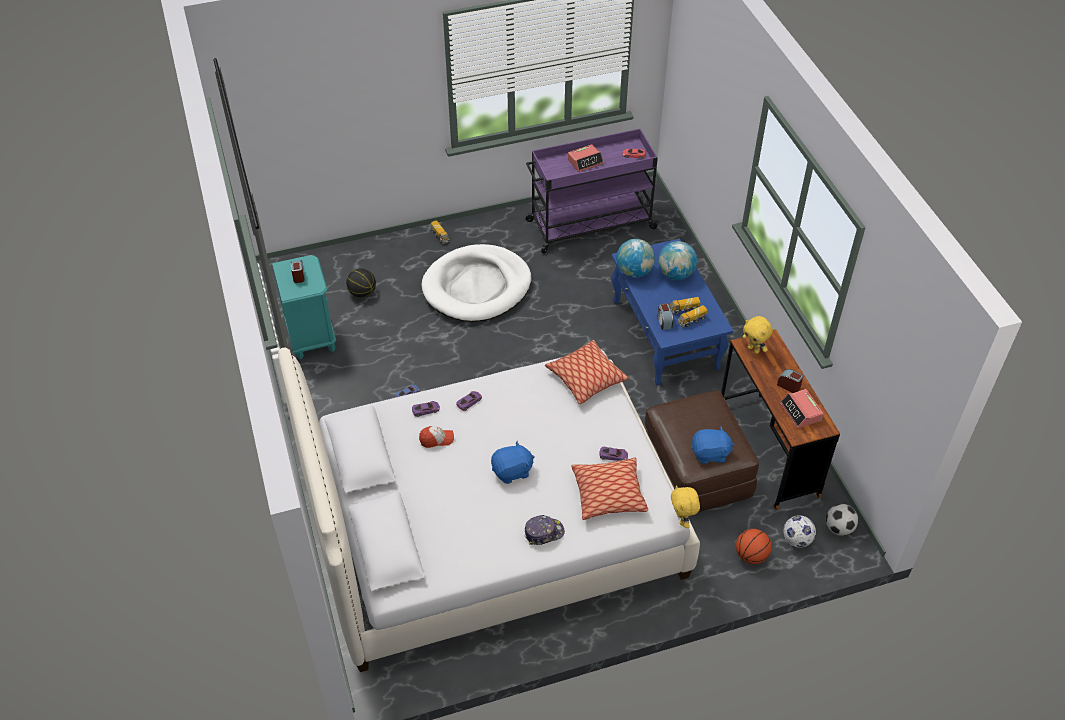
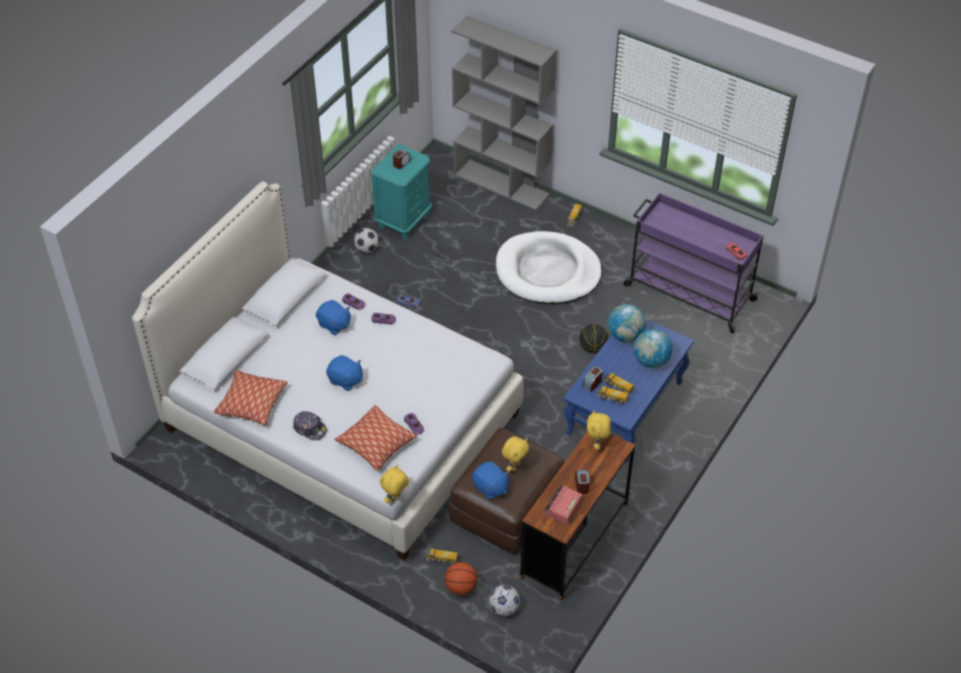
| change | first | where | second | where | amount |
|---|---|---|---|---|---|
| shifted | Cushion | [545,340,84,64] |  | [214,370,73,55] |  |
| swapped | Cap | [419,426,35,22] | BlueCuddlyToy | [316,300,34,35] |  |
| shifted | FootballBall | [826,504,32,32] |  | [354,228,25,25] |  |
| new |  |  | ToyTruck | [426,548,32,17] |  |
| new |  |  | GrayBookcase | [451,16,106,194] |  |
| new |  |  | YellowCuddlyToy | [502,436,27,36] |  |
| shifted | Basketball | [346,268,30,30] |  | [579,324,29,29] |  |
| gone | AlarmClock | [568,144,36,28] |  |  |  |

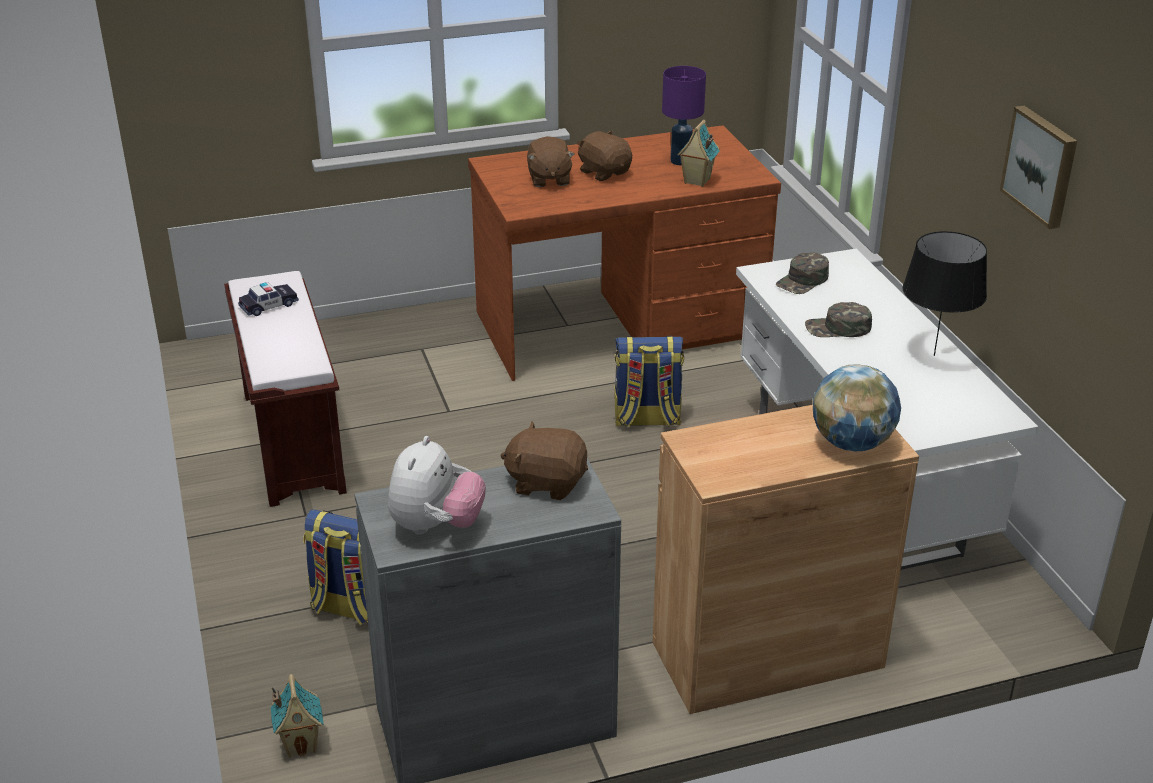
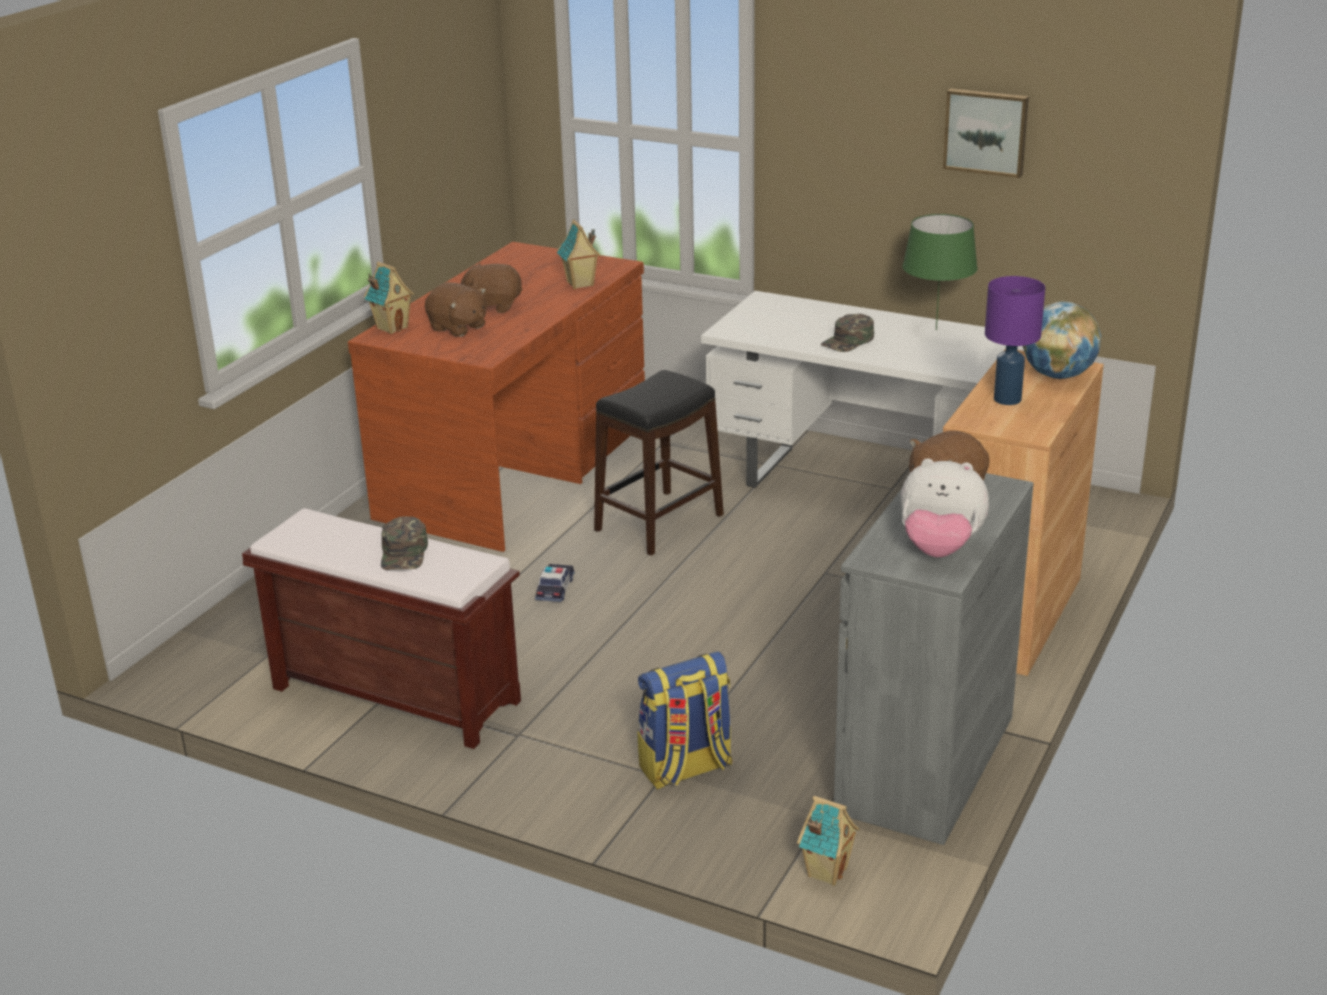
| change | first | where | second | where | amount |
|---|---|---|---|---|---|
| new |  |  | ToyHouse | [364,262,50,72] |  |
| shifted | GreenColouredCap | [776,253,53,41] |  | [381,516,47,54] |  |
| shifted | MiniatureCar | [238,282,61,34] |  | [535,564,40,38] |  |
| swapped | Knapsack | [614,336,70,91] | BlackishSittingStool | [594,370,130,186] |  |
| rotated | CuddlyToy | [388,436,98,99] |  | [900,458,89,99] | 135 degrees clockwise |
| repainted | BlackishTabletopLamp | [902,231,85,125] | GreenColouredTabletopLamp | [902,214,76,116] |  |
| shifted | PurplishTabletopLamp | [662,66,44,99] |  | [985,276,60,129] |  |

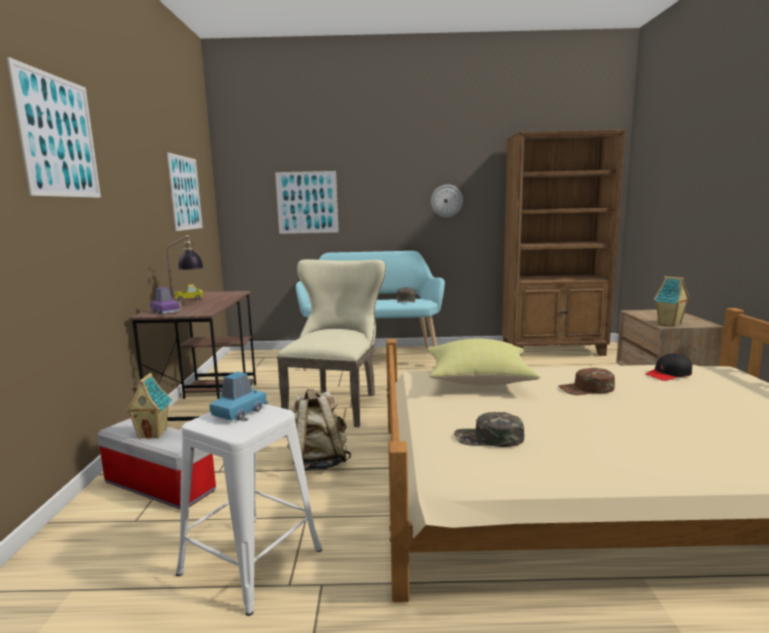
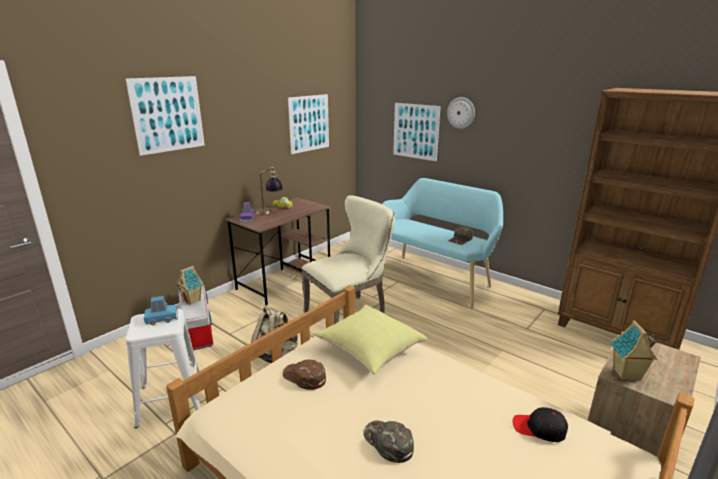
| change | first | where | second | where | amount |
|---|---|---|---|---|---|
| shifted | BrownColouredCap | [558,368,57,27] |  | [282,359,44,31] |  |
| shifted | GreenColouredCap | [454,412,70,35] |  | [363,421,51,42] |  |
| shifted | WallClock | [431,184,32,34] |  | [447,97,28,32] |  |

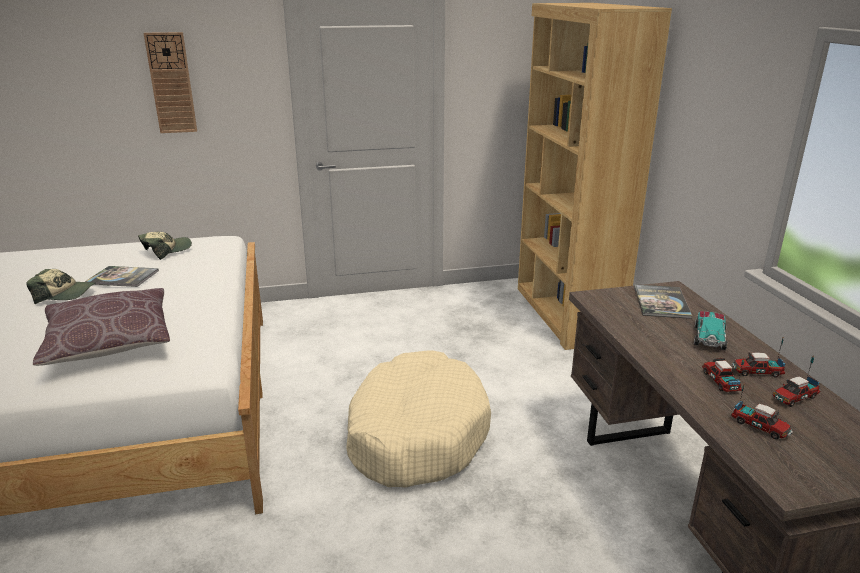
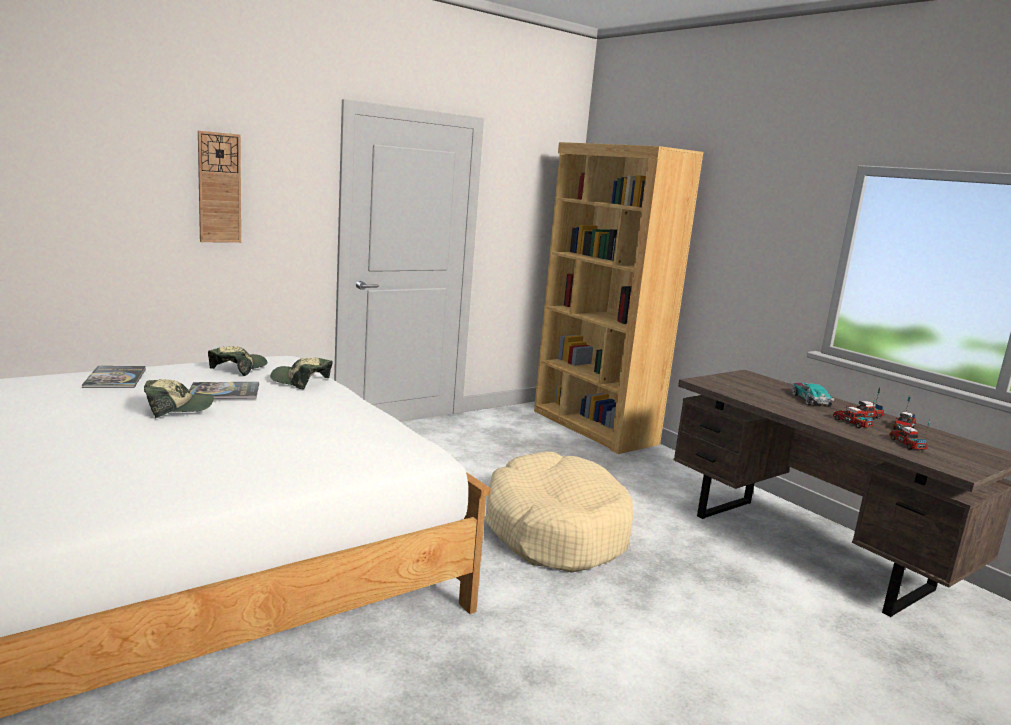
| change | first | where | second | where | amount |
|---|---|---|---|---|---|
| shifted | BoundBook | [634,285,58,34] |  | [82,366,64,22] |  |
| new |  |  | Cap | [270,358,62,31] |  |
| rotated | ToyTruck | [731,386,62,53] |  | [889,419,41,31] | 120 degrees counterclockwise |
| gone | BrownColouredCushion | [33,288,137,78] |  |  |  |

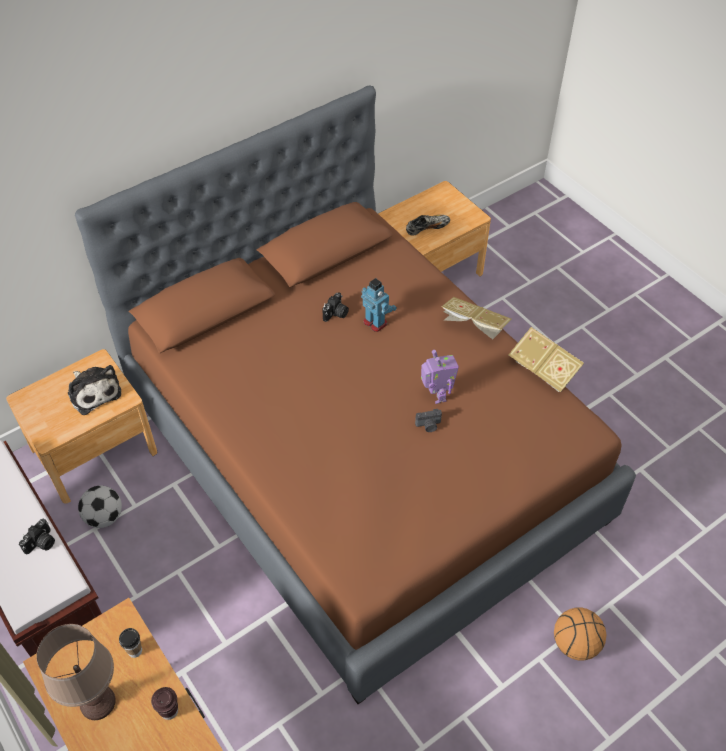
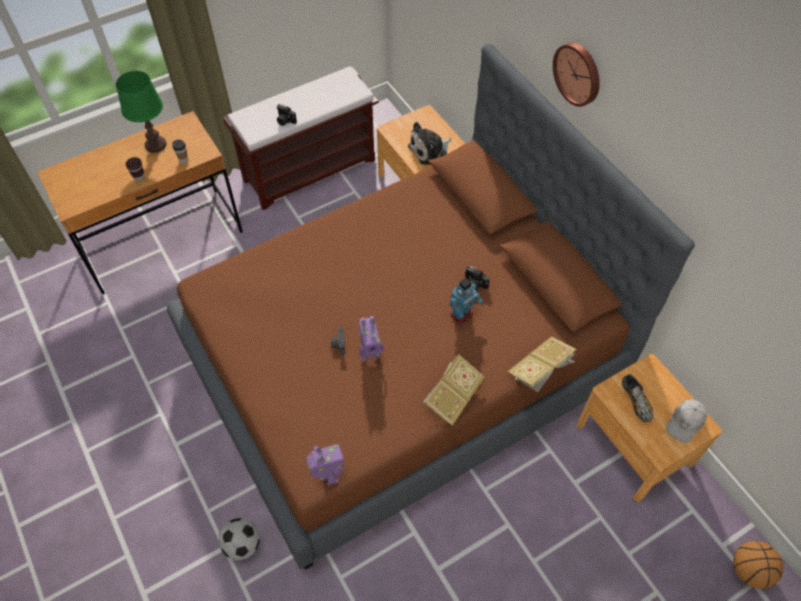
| change | first | where | second | where | amount |
|---|---|---|---|---|---|
| repainted | BrownColouredTabletopLamp | [37,624,79,96] | GreenColouredTabletopLamp | [116,71,51,82] |  |
| shifted | FootballBall | [78,485,44,43] |  | [219,518,41,42] |  |
| new |  |  | ToyRobot | [306,444,38,42] |  |
| shifted | BoundBook | [509,327,75,65] |  | [508,336,69,56] |  |
| new |  |  | WallClock | [553,42,47,65] |  |
| new |  |  | WhiteColouredCap | [666,400,41,43] |  |
| shifted | Basketball | [554,607,52,53] |  | [733,541,51,48] |  |

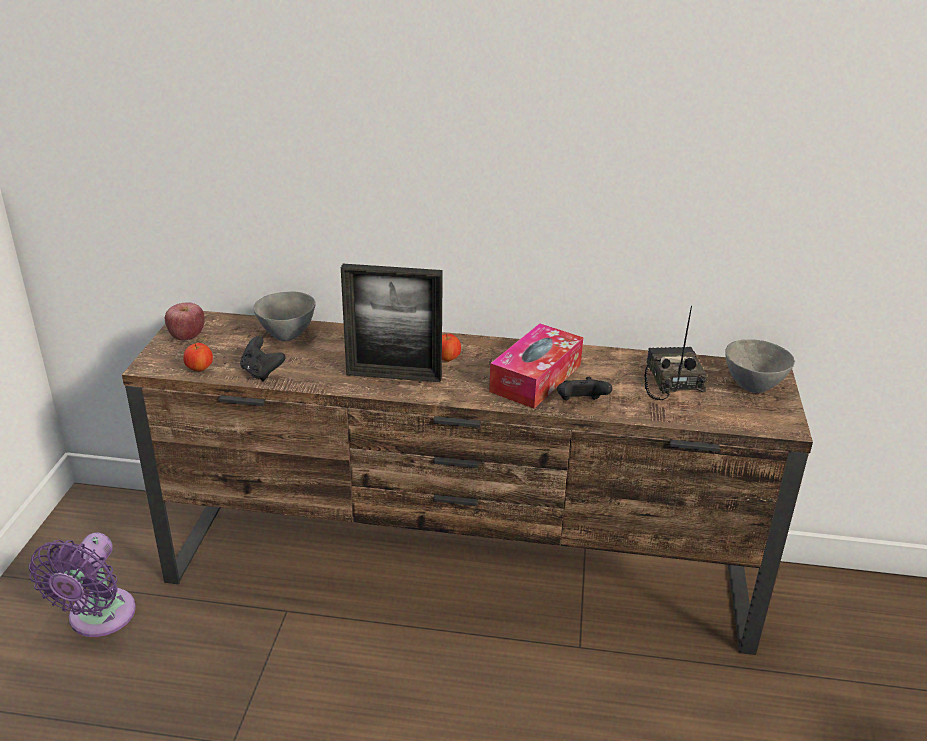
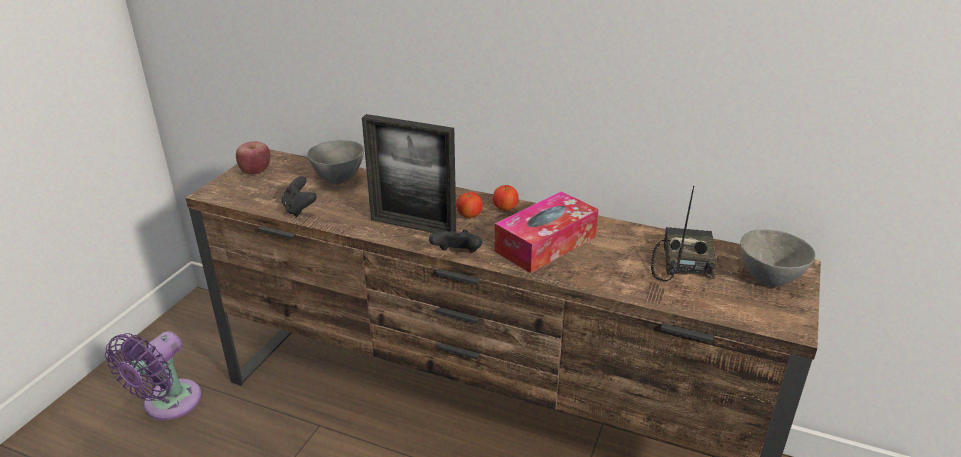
| change | first | where | second | where | amount |
|---|---|---|---|---|---|
| shifted | BlackishGamepad | [557,377,55,24] |  | [429,230,53,23] |  |
| shifted | Apple | [183,343,30,29] |  | [493,185,26,26] |  |

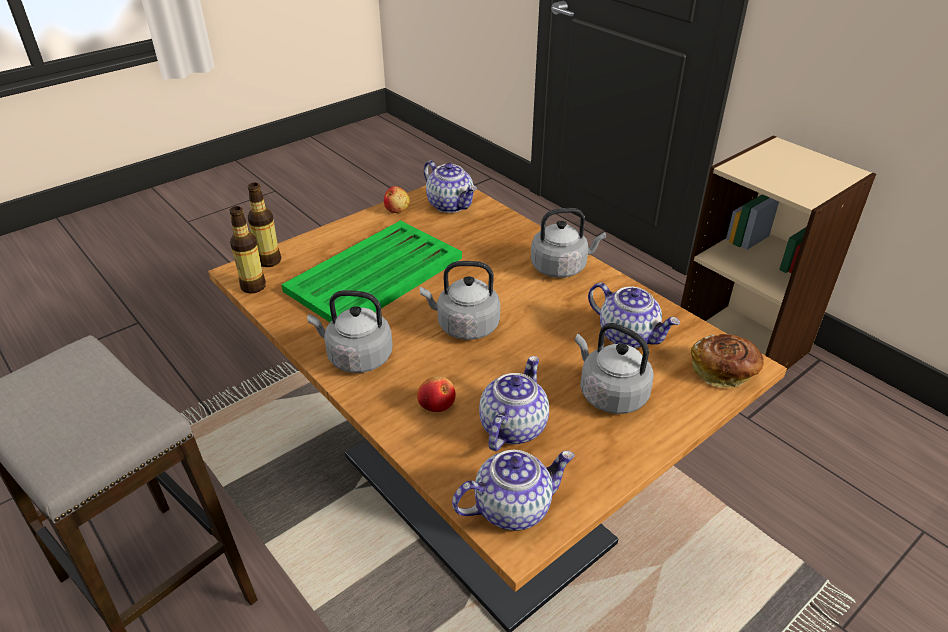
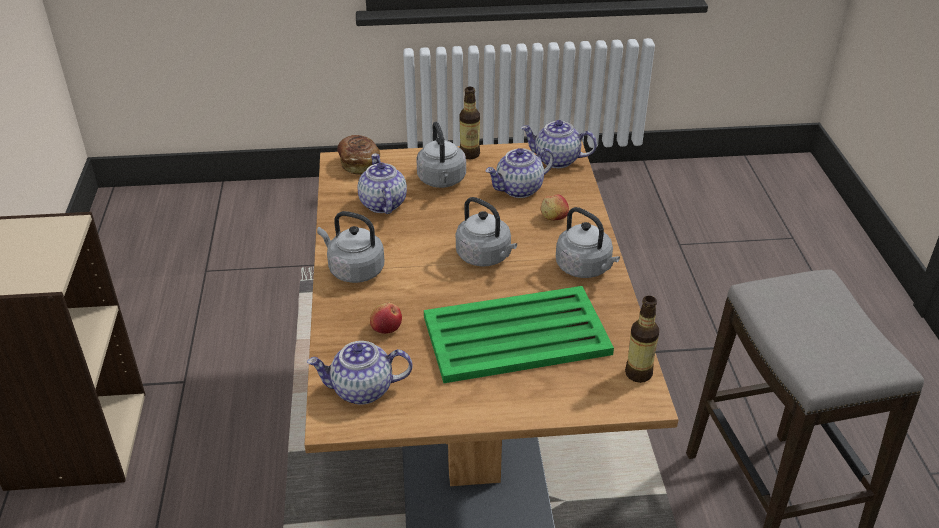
| change | first | where | second | where | amount |
|---|---|---|---|---|---|
| rotated | TeaPot | [424,161,53,52] |  | [307,341,106,64] | 90 degrees counterclockwise |
| shifted | Apple | [384,186,26,27] |  | [370,303,32,31] |  |
| shifted | Bottle | [248,183,33,84] |  | [459,87,21,72] |  |

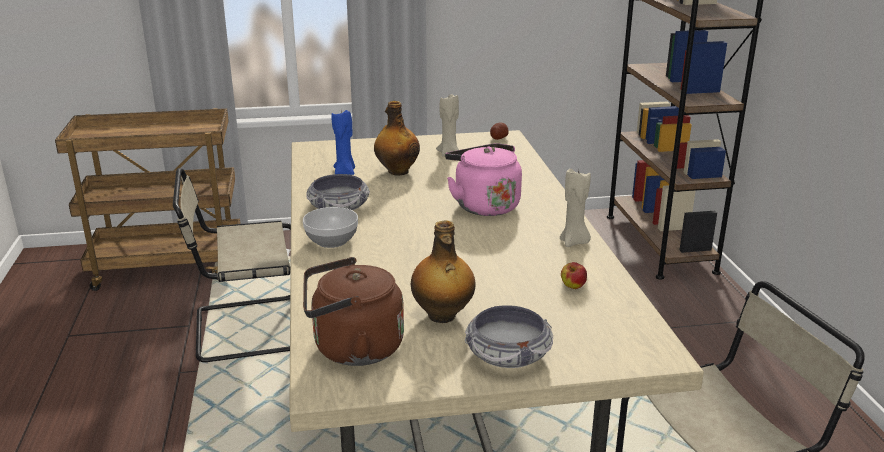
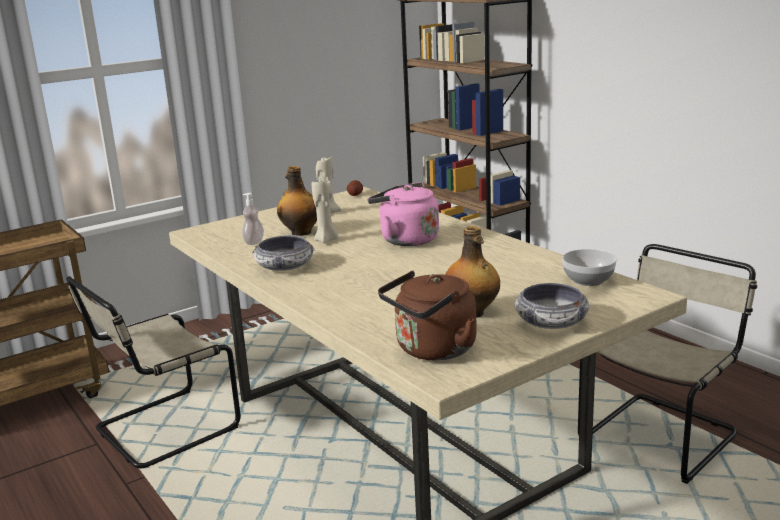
| change | first | where | second | where | amount |
|---|---|---|---|---|---|
| swapped | BlueCandle | [331,110,24,65] | SoapDispenser | [242,193,22,52] |  |
| shifted | SandColouredCandle | [560,169,31,78] |  | [312,181,27,63] |  |
| shifted | DeepDish | [303,207,55,41] |  | [562,249,55,37] |  |
| gone | Apple | [561,262,26,27] |  |  |  |

